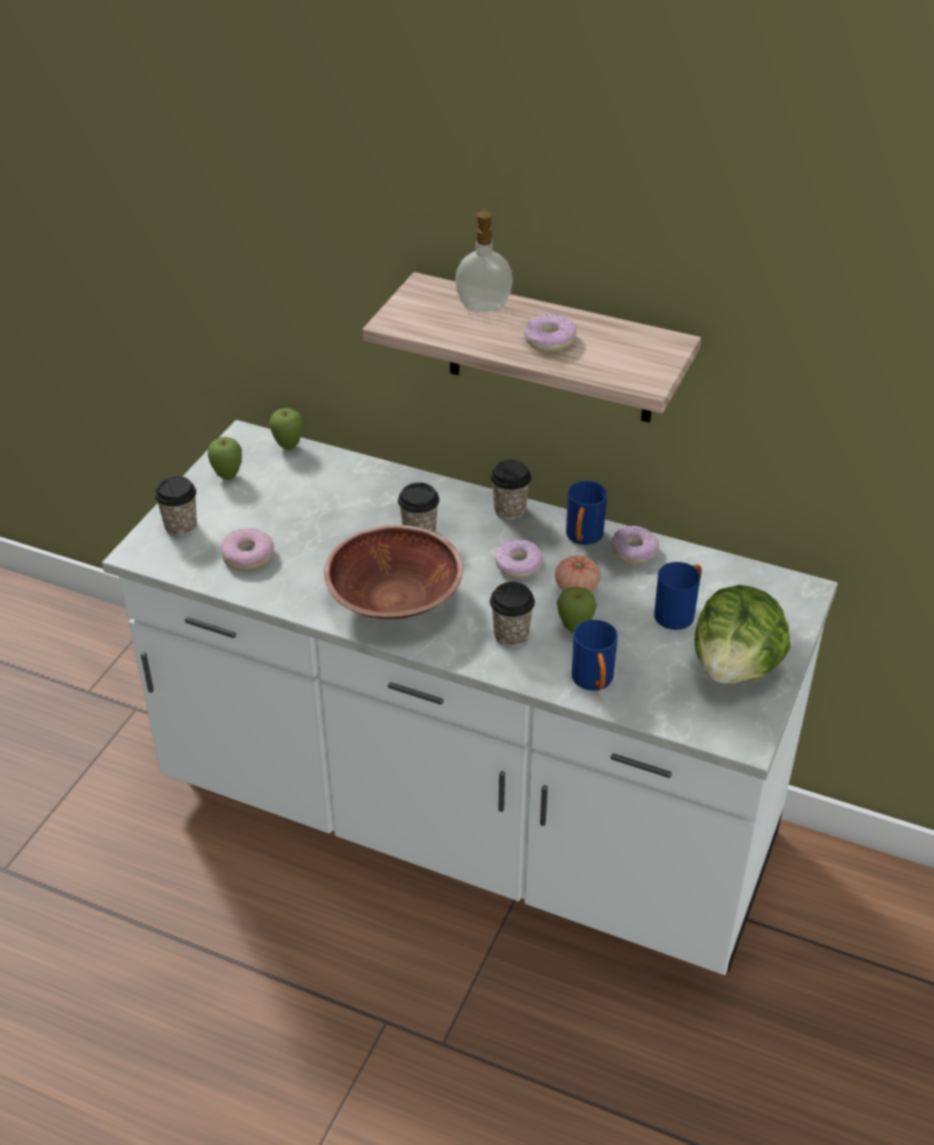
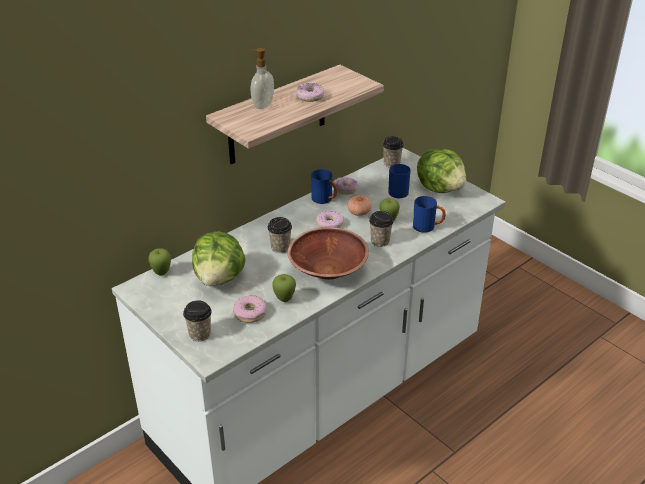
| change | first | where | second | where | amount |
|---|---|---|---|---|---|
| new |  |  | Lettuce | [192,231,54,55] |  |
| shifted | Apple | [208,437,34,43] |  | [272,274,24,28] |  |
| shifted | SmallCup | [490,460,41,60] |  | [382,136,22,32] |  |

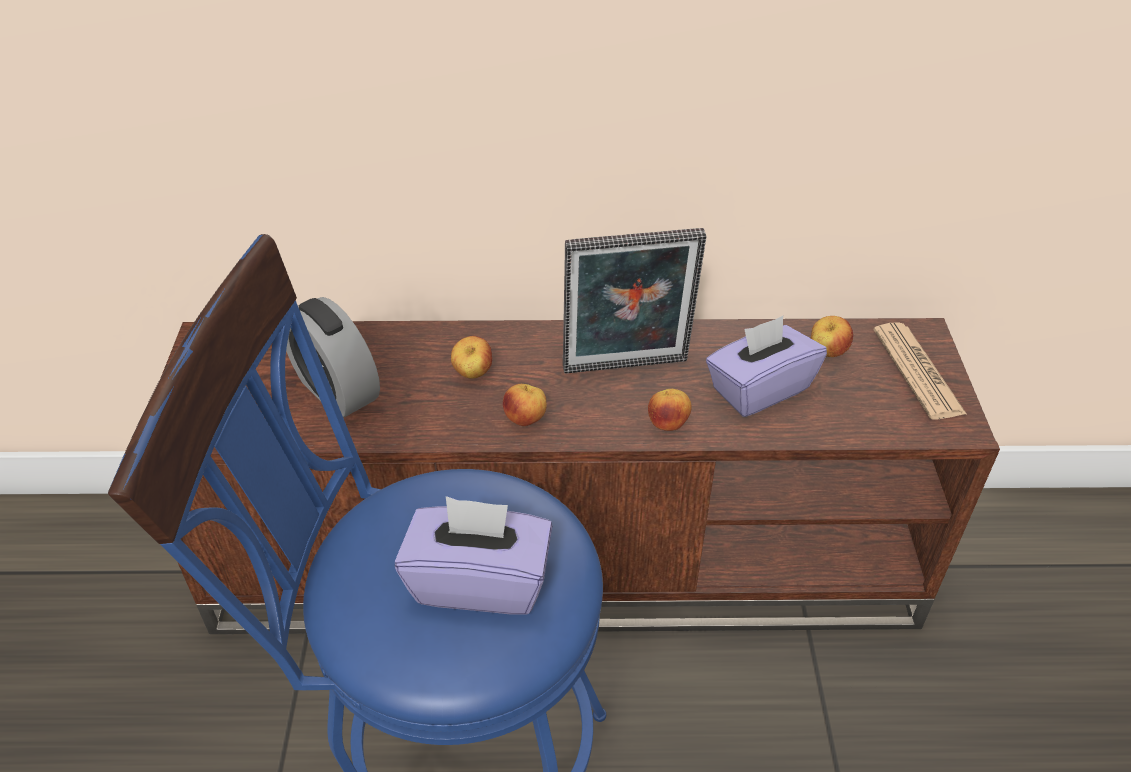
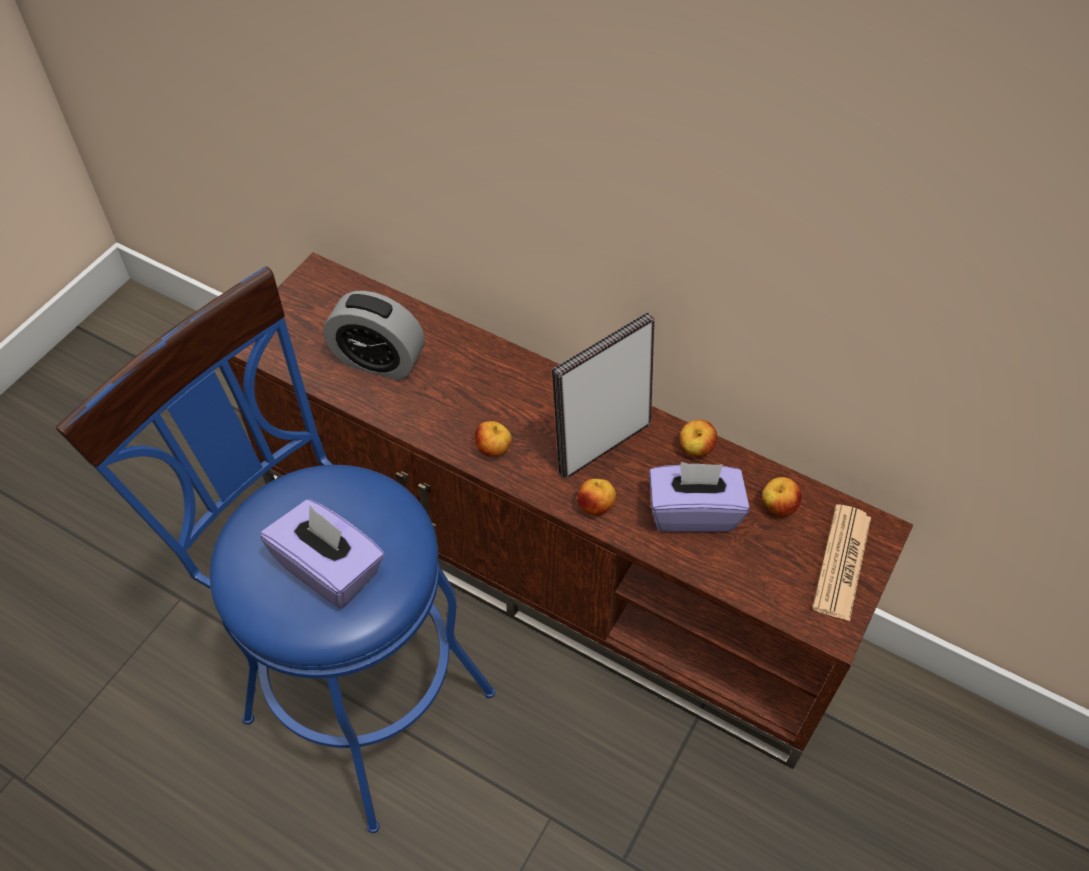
| change | first | where | second | where | amount |
|---|---|---|---|---|---|
| rotated | AlarmClock | [286,297,94,121] |  | [323,291,102,89] | 60 degrees counterclockwise |
| rotated | PictureFrame | [563,228,143,146] |  | [552,313,103,166] | 120 degrees clockwise |
| shifted | Apple | [451,336,41,43] |  | [680,420,37,36] |  |

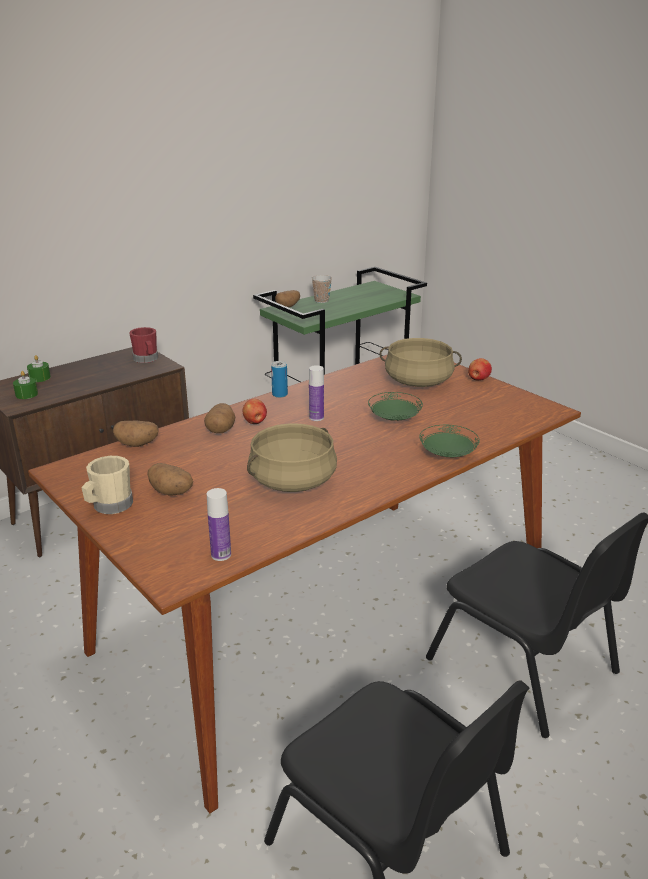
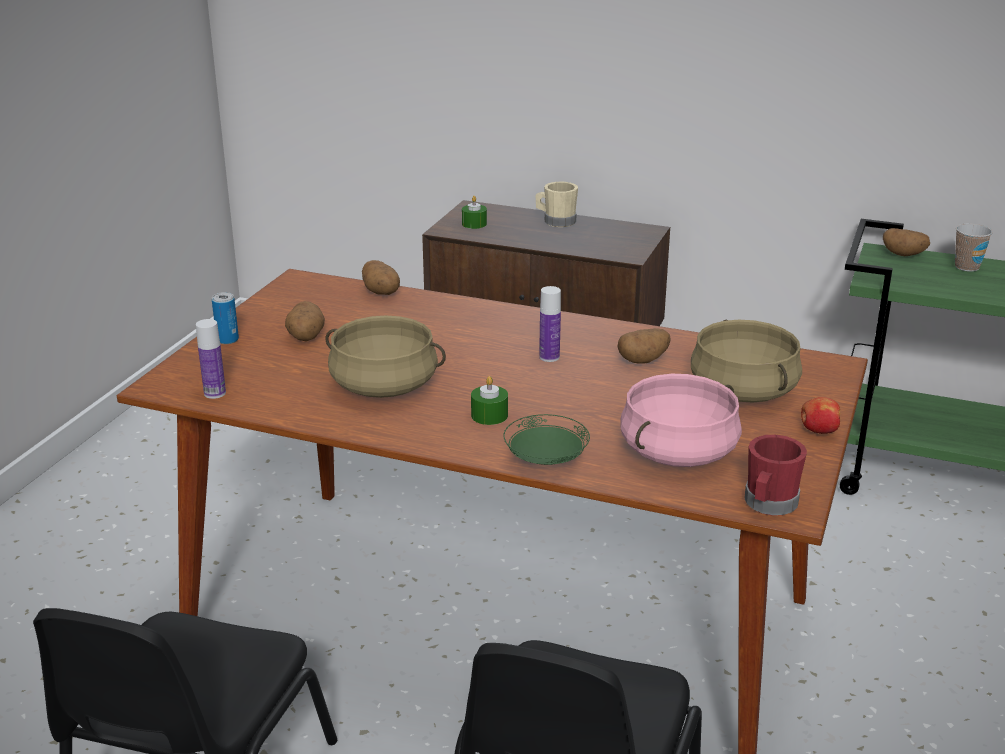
| change | first | where | second | where | amount |
|---|---|---|---|---|---|
| shifted | Can | [271,361,17,37] |  | [212,292,27,52] |  |
| shifted | GreenColouredCandle | [27,355,24,27] |  | [471,376,37,49] |  |
| shifted | SandColouredTeaMug | [81,456,52,58] |  | [536,182,42,45] |  |
| shifted | WholePotato | [204,403,31,30] |  | [617,328,53,36] |  |
| new |  |  | PinkishSaucepot | [621,374,121,93] |  |
| shifted | ReddishTeaMug | [129,327,29,36] |  | [744,435,63,81] |  |
| gone | Apple | [242,399,25,25] |  |  |  |
| gone | GreenColouredDinnerPlate | [368,392,55,29] |  |  |  |

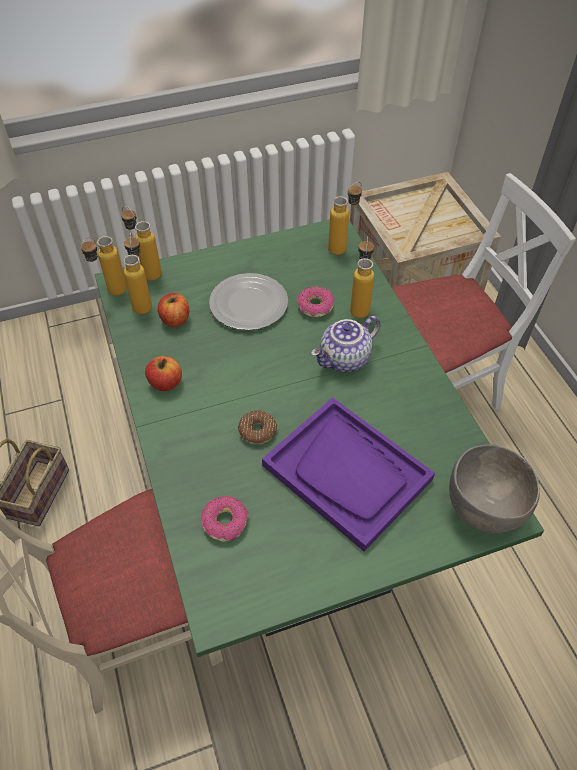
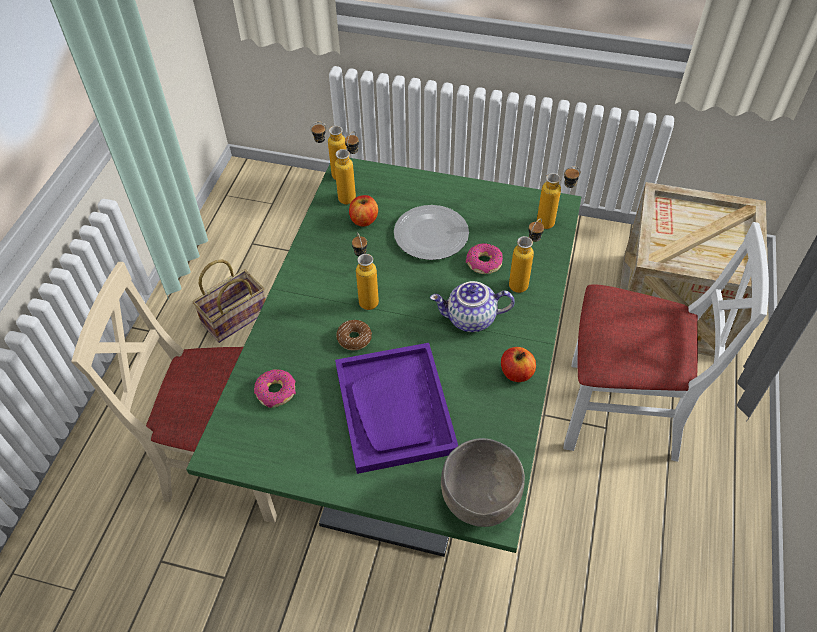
| change | first | where | second | where | amount |
|---|---|---|---|---|---|
| shifted | Bottle | [121,206,41,75] |  | [352,233,27,77] |  |
| shifted | Apple | [145,356,37,35] |  | [501,347,35,35] |  |

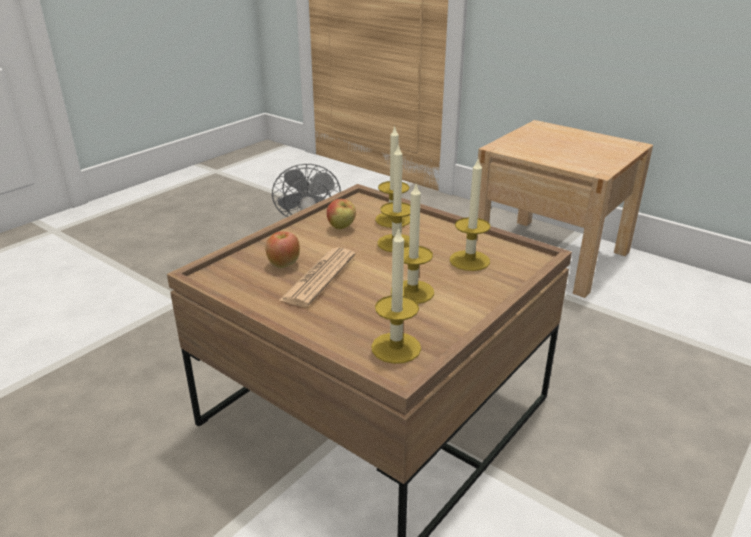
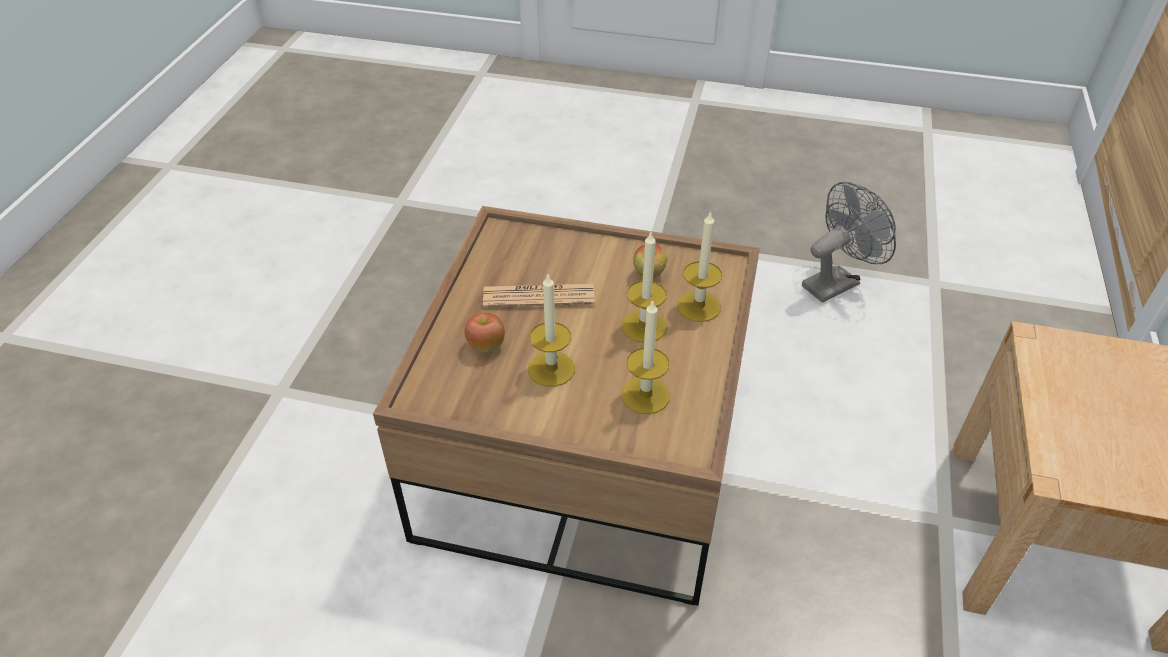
| change | first | where | second | where | amount |
|---|---|---|---|---|---|
| shifted | Apple | [266,231,34,37] |  | [465,313,40,40] |  |
| gone | Candle | [371,227,50,137] |  |  |  |

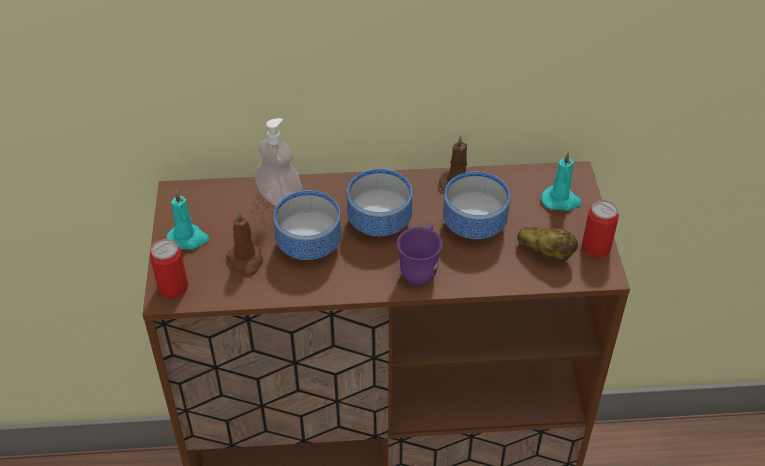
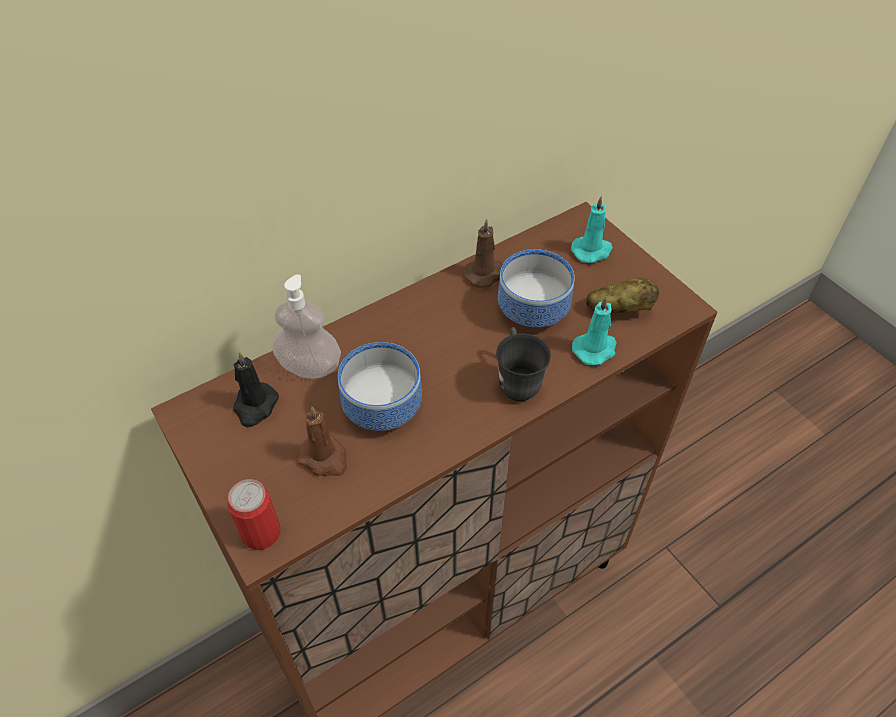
| change | first | where | second | where | amount |
|---|---|---|---|---|---|
| new |  |  | BlackishCandle | [233,352,46,75] |  |
| repainted | PurplishTeaMug | [397,224,46,62] | GrayTeaMug | [496,327,55,74] |  |
| shifted | TurquoiseColouredCandle | [166,190,43,60] |  | [572,296,45,69] |  |
| gone | DeepDish | [347,169,65,67] |  |  |  |
| gone | Can | [582,200,37,58] |  |  |  |

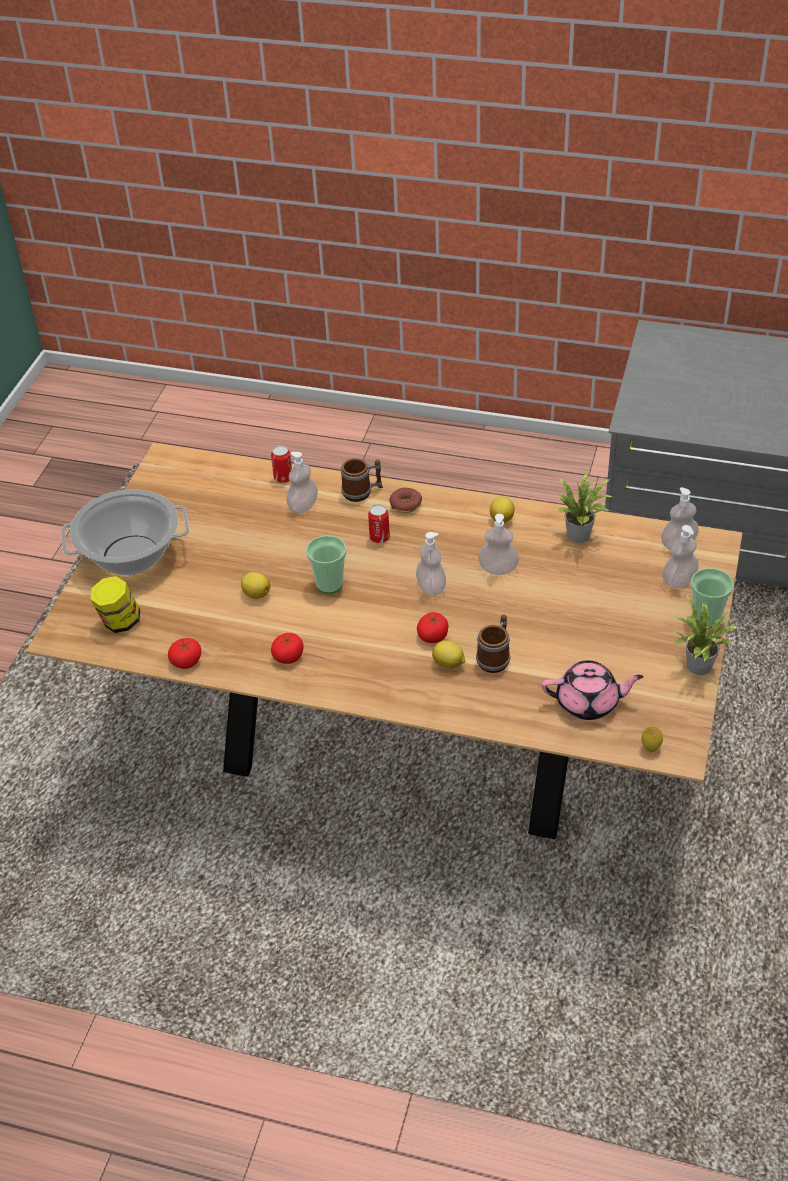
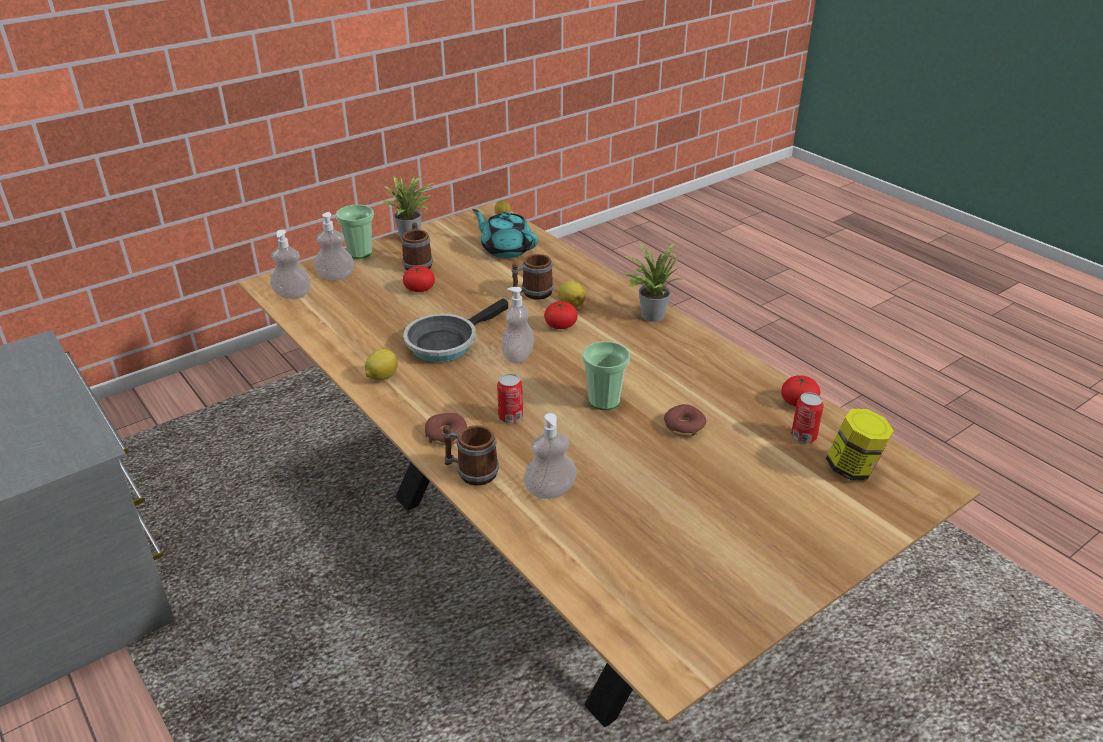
| change | first | where | second | where | amount |
|---|---|---|---|---|---|
| new |  |  | TeaMug | [401,222,32,48] |  |
| shifted | Tomato | [271,633,32,31] |  | [403,266,32,26] |  |
| swapped | SoapDispenser | [478,514,41,61] | FryingPan | [403,298,105,65] |  |
| repainted | PinkishTeaPot | [542,661,102,59] | TurquoiseColouredTeaPot | [473,209,65,49] |  |
| shifted | Houseplant | [556,472,57,71] |  | [622,243,62,79] |  |
| swapped | CitrusFruit | [241,572,29,27] | Doughnut | [664,404,42,33] |  |
| shifted | Can | [271,445,21,38] |  | [791,392,33,51] |  |
| gone | Saucepot | [61,489,128,86] |  |  |  |

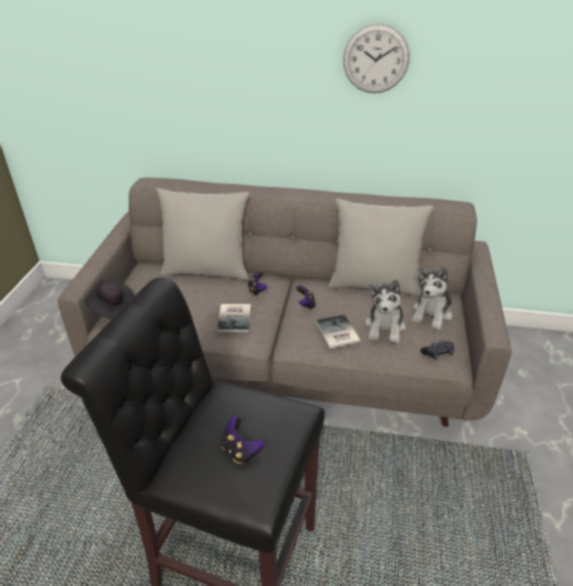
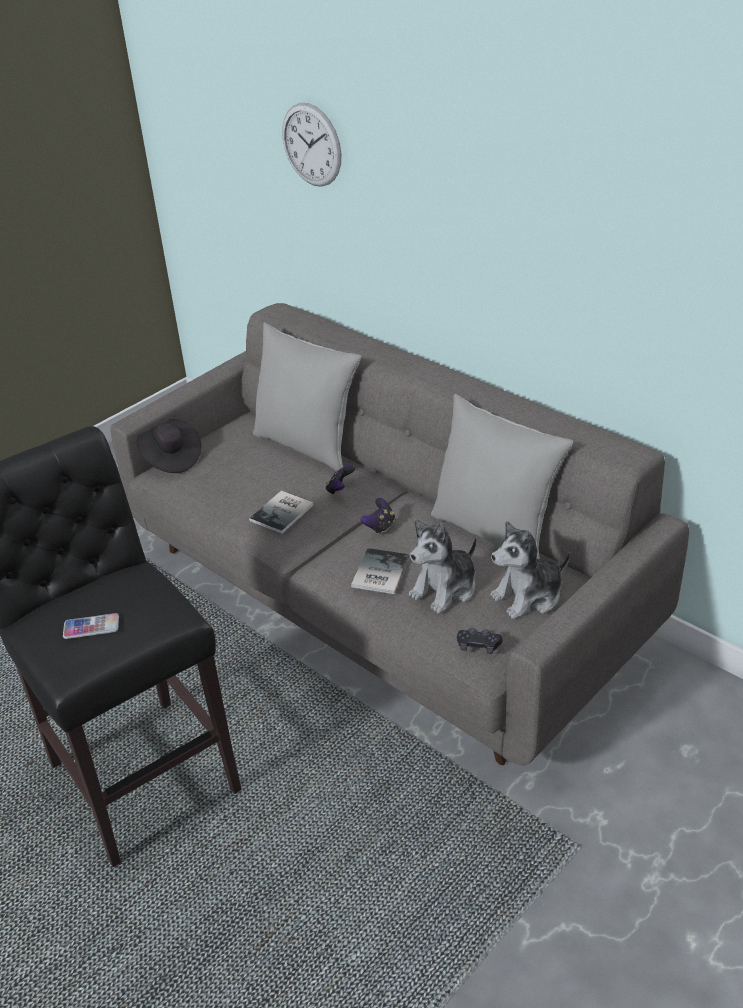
| change | first | where | second | where | amount |
|---|---|---|---|---|---|
| swapped | Gamepad | [221,416,44,48] | Phone | [63,613,56,26] |  |
| shifted | WallClock | [343,23,66,70] |  | [282,103,59,84] |  |

